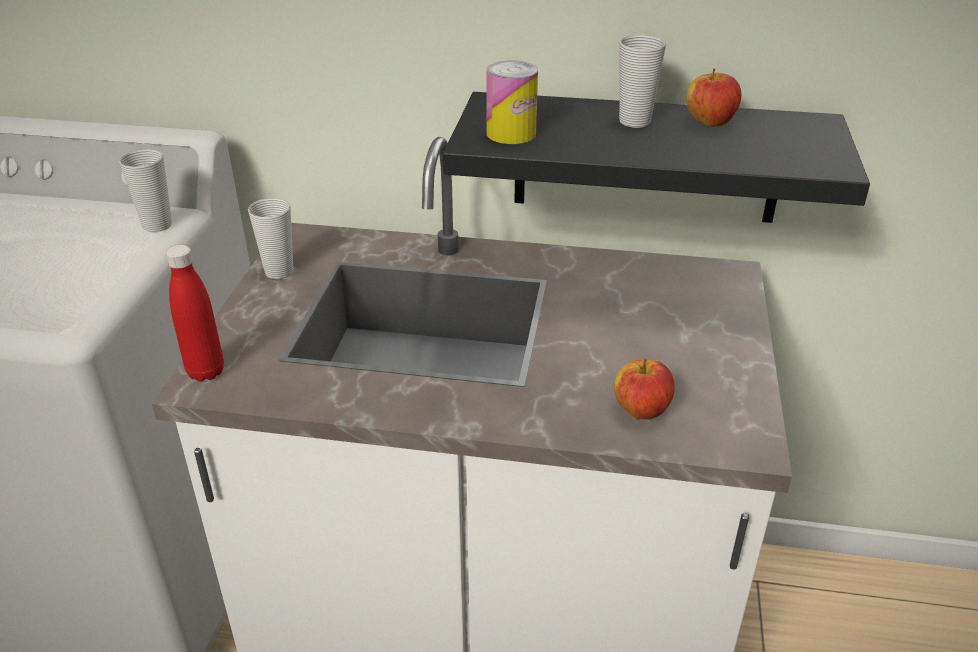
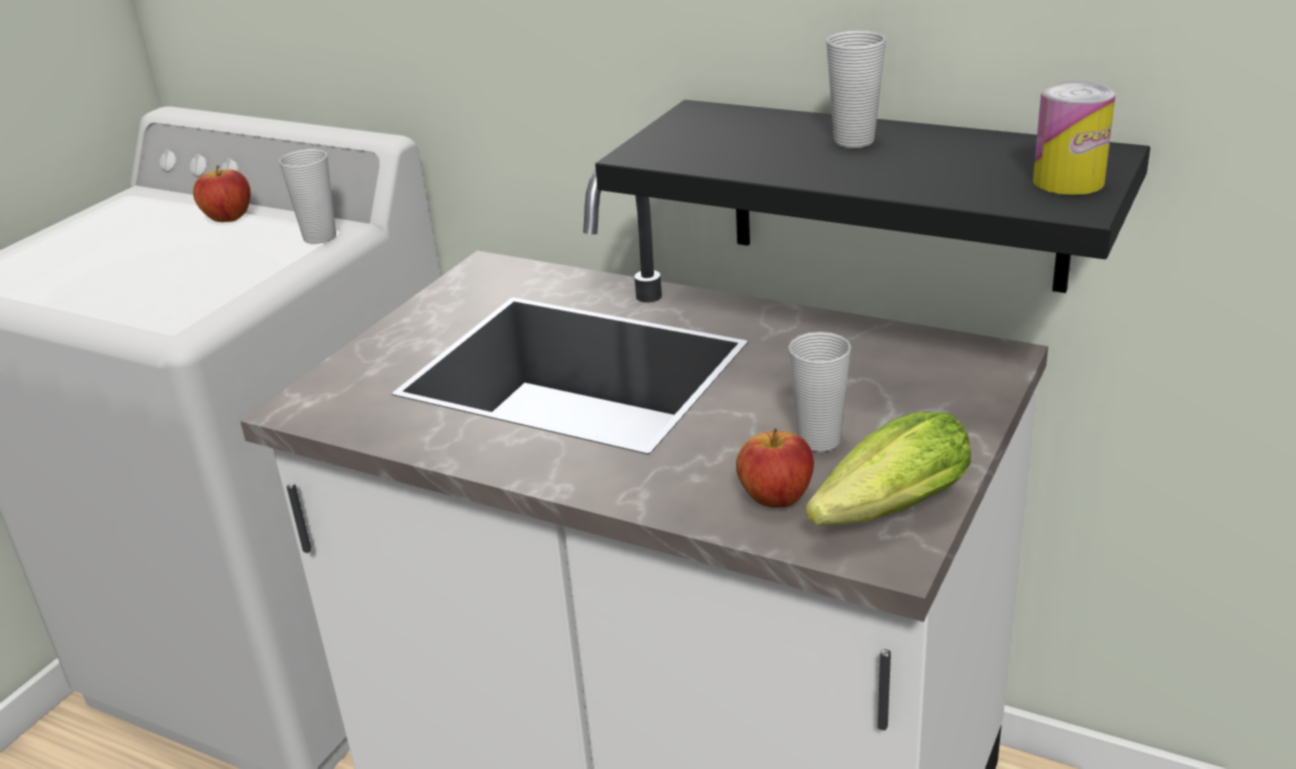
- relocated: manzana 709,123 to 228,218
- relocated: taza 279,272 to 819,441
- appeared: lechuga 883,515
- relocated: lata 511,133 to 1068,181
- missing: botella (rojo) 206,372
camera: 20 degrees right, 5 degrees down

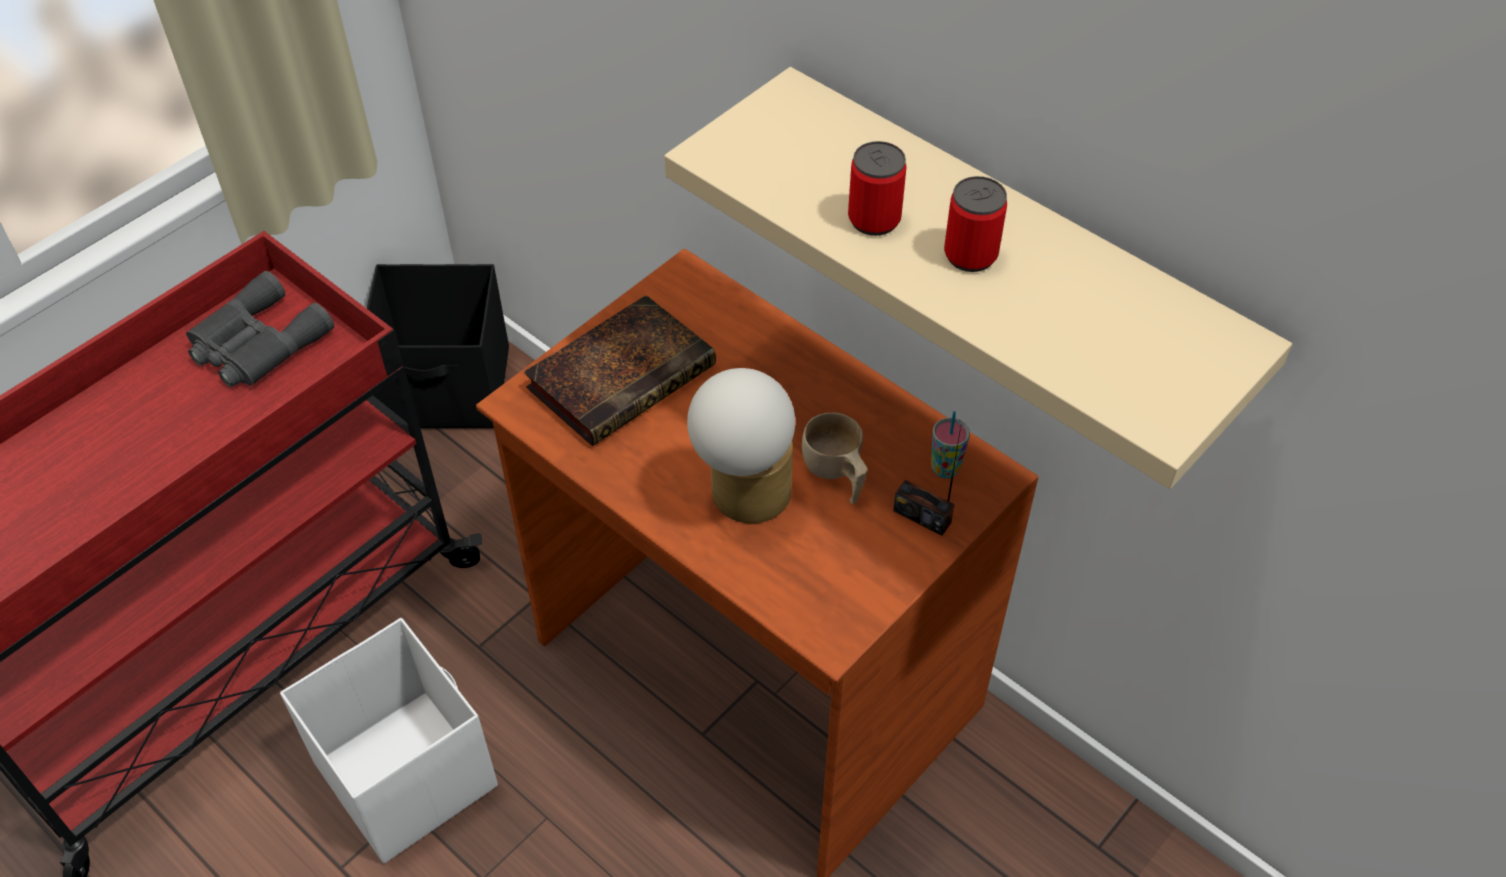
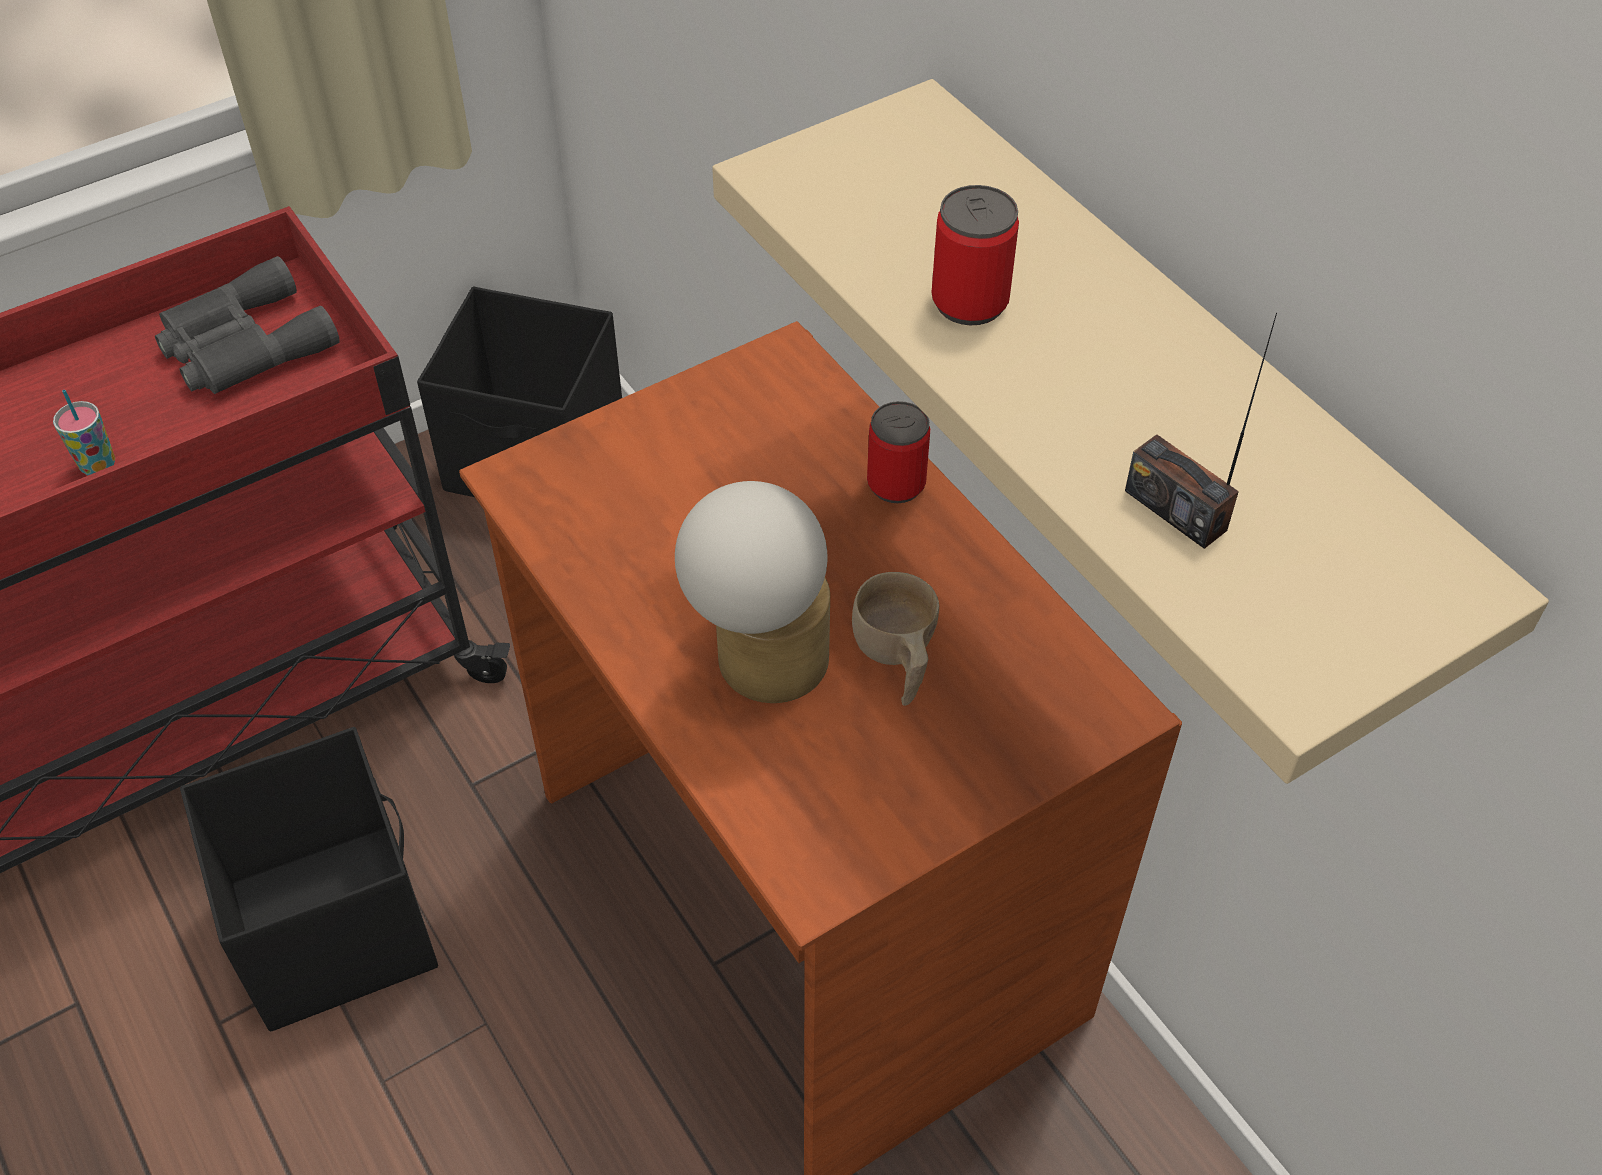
- relocated: taza 945,468 to 99,466
- colour: caja de almacenaje (blanco) 406,773 to caja de almacenaje (negro) 334,923
- relocated: lata 970,255 to 896,484
- relocated: radio 922,516 to 1176,510
- missing: libro 624,374
camera: 15 degrees right, 0 degrees up

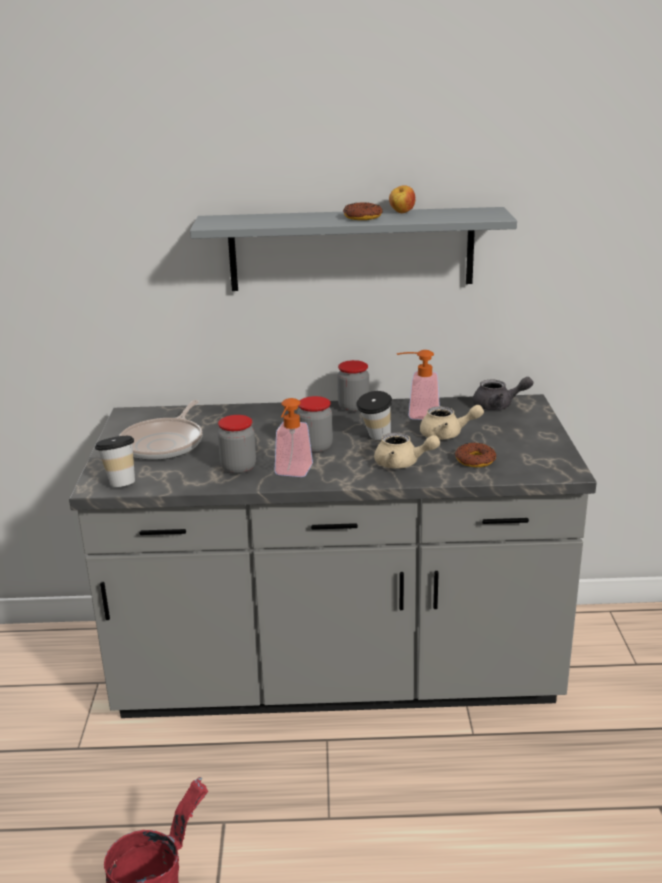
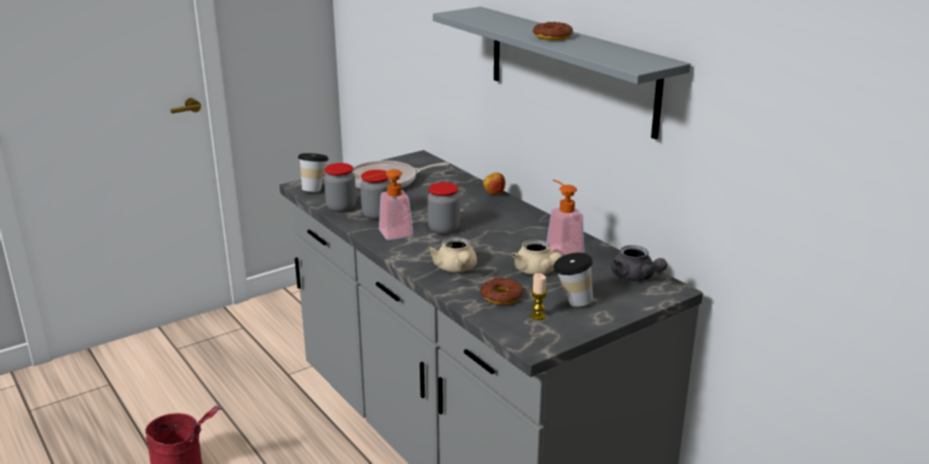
- relocated: tarro 353,407 to 341,208
- relocated: manzana 401,213 to 494,194
- appeared: vela 538,316
- relocated: taza 375,438 to 572,302
camera: 55 degrees right, 0 degrees up

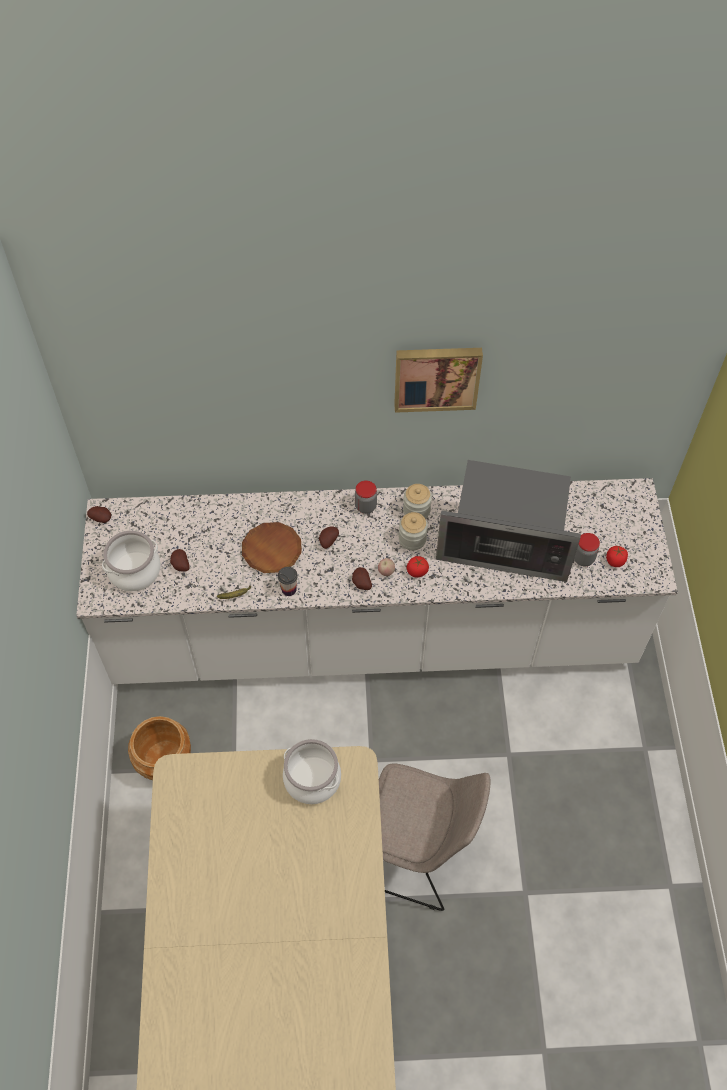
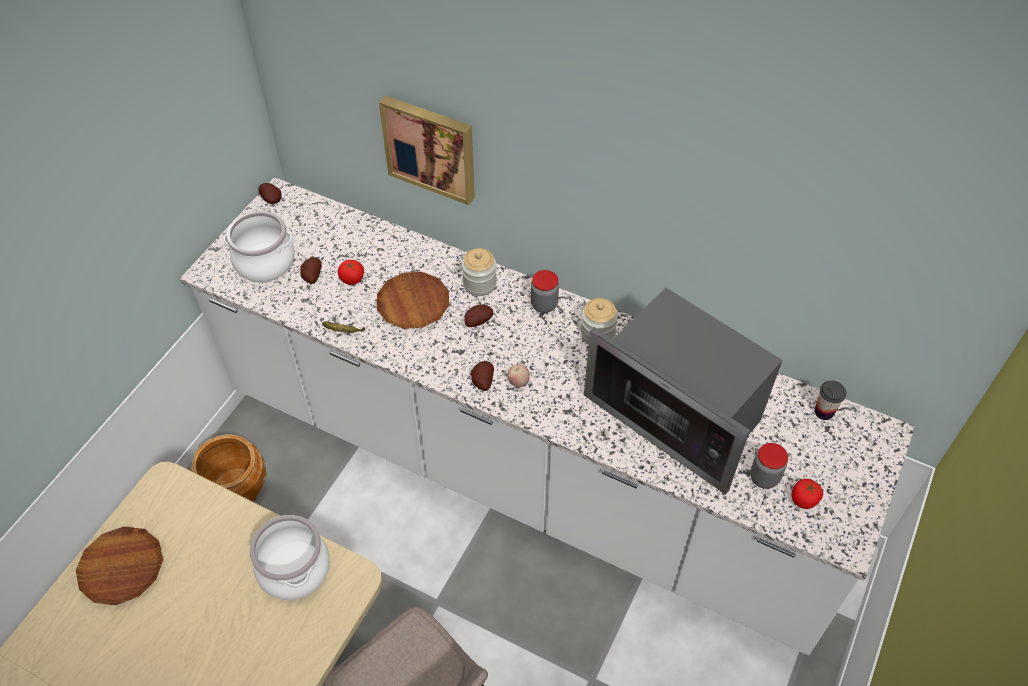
- appeared: plato (marrón) 122,568
- relocated: tomate 417,571 to 352,279
- relocated: cuadro 436,376 to 431,147
- relocated: tarro 412,539 to 479,284
- relocated: taza 289,589 to 824,412
camera: 30 degrees right, 5 degrees down

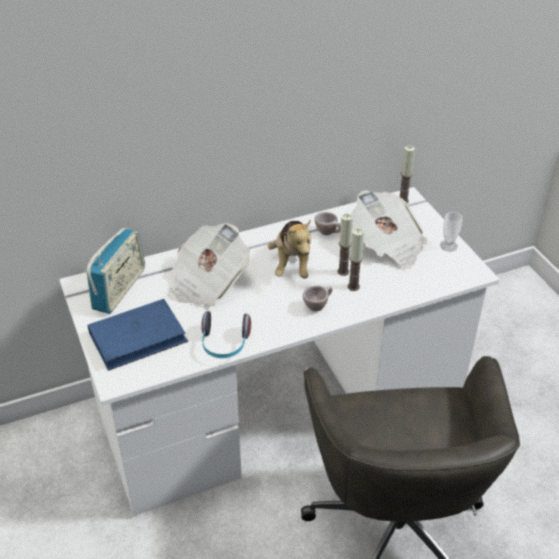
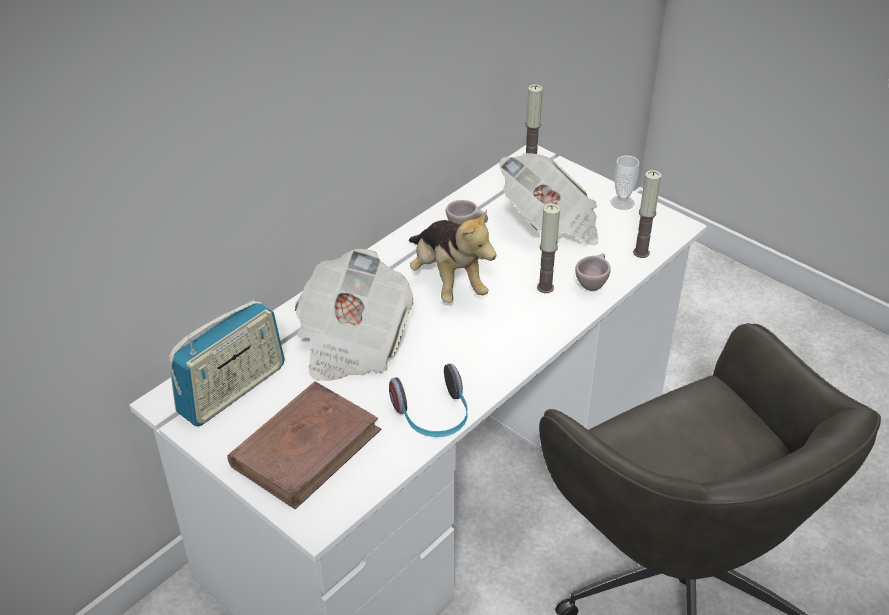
- spun: radio 119,289 = 232,390 45 degrees clockwise
- colour: libro (azul) 138,337 to libro (marrón) 306,448
- relocated: taza (beis) 318,306 to 592,284
- relocated: vela 343,271 to 641,252
camera: 25 degrees left, 0 degrees up

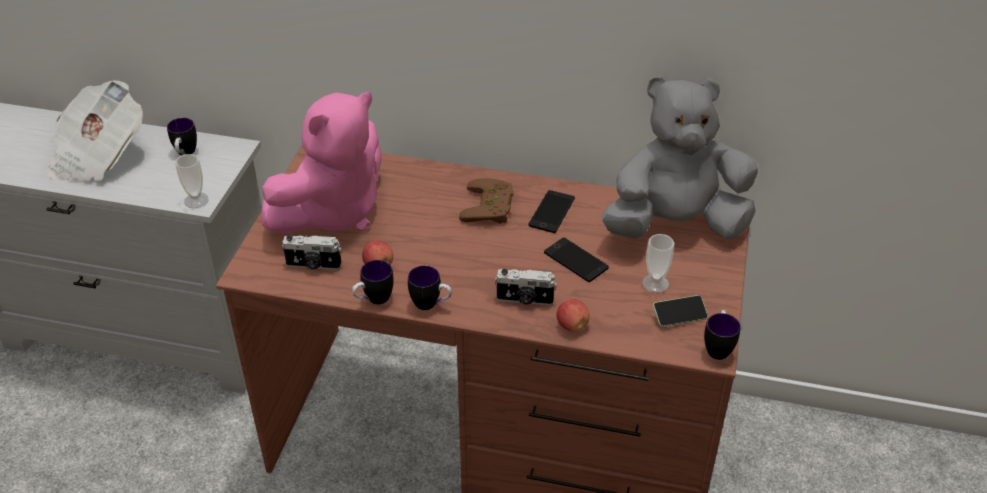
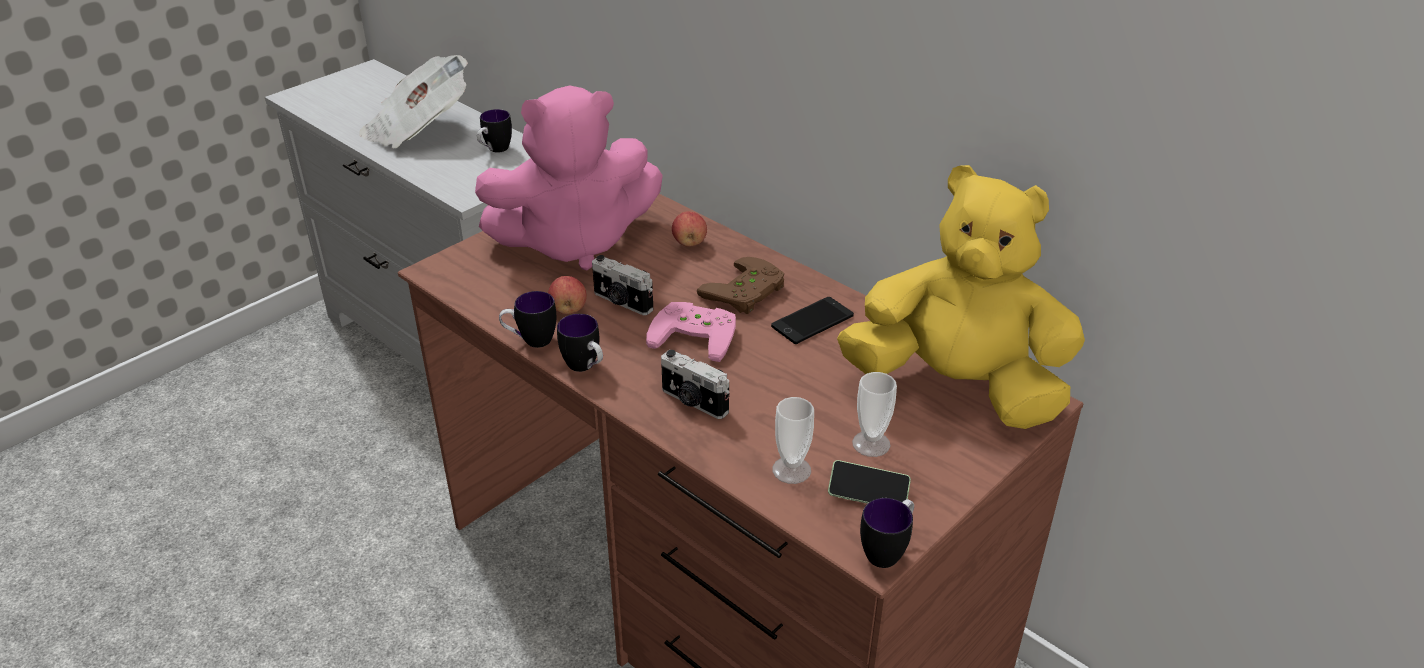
- relocated: cámara 313,265 to 622,302
- appeared: mando de consola (rosa) 696,334
- relocated: manzana 572,325 to 689,243
- relocated: taza 196,200 to 791,470
- colour: peluche (gris) 675,225 to peluche (amarillo) 957,387
- missing: móvil 576,260
camera: 30 degrees right, 5 degrees down

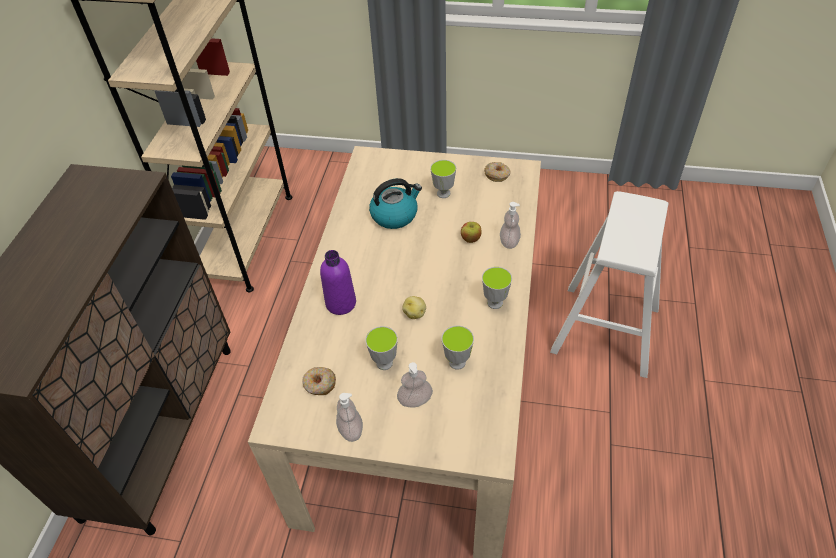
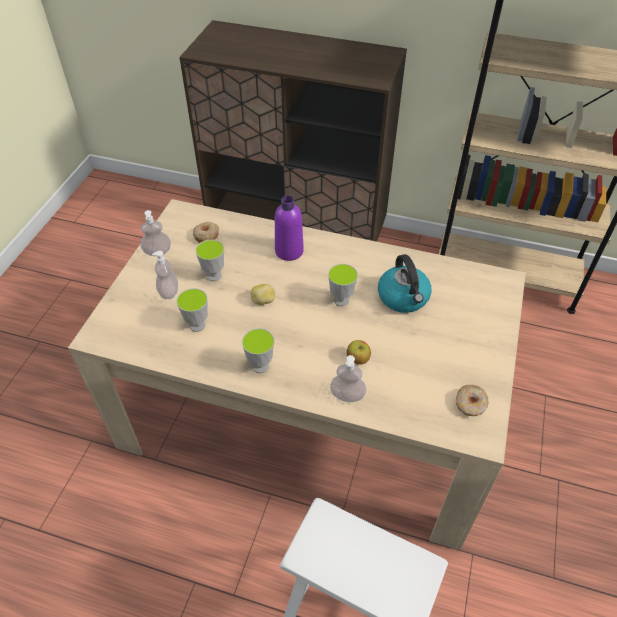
- relocated: taza 443,193 to 341,300
camera: 95 degrees right, 0 degrees up

